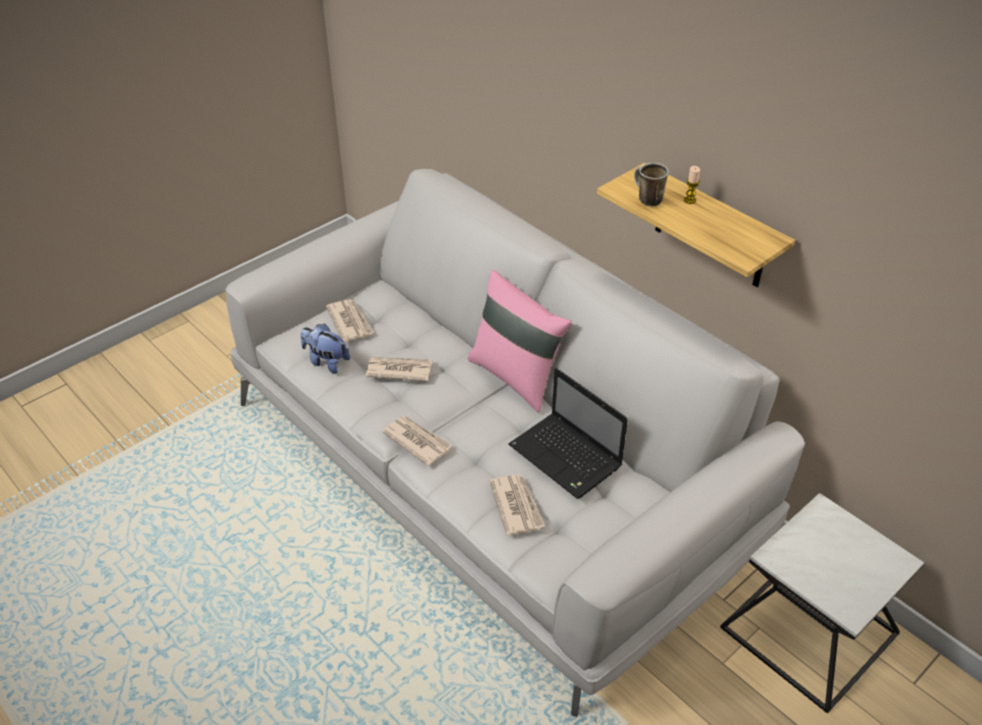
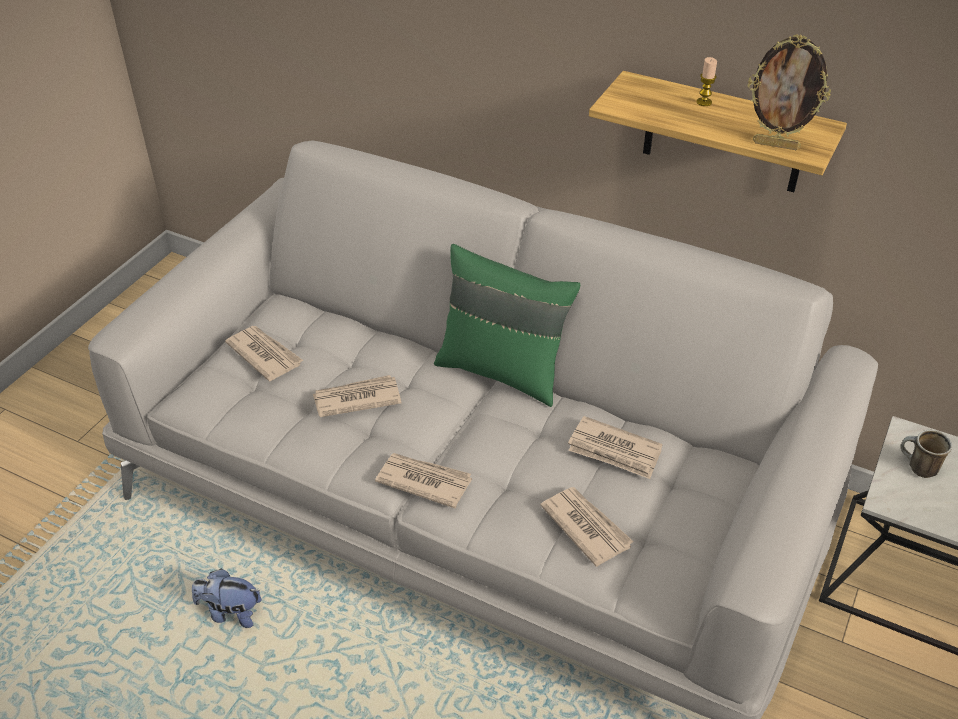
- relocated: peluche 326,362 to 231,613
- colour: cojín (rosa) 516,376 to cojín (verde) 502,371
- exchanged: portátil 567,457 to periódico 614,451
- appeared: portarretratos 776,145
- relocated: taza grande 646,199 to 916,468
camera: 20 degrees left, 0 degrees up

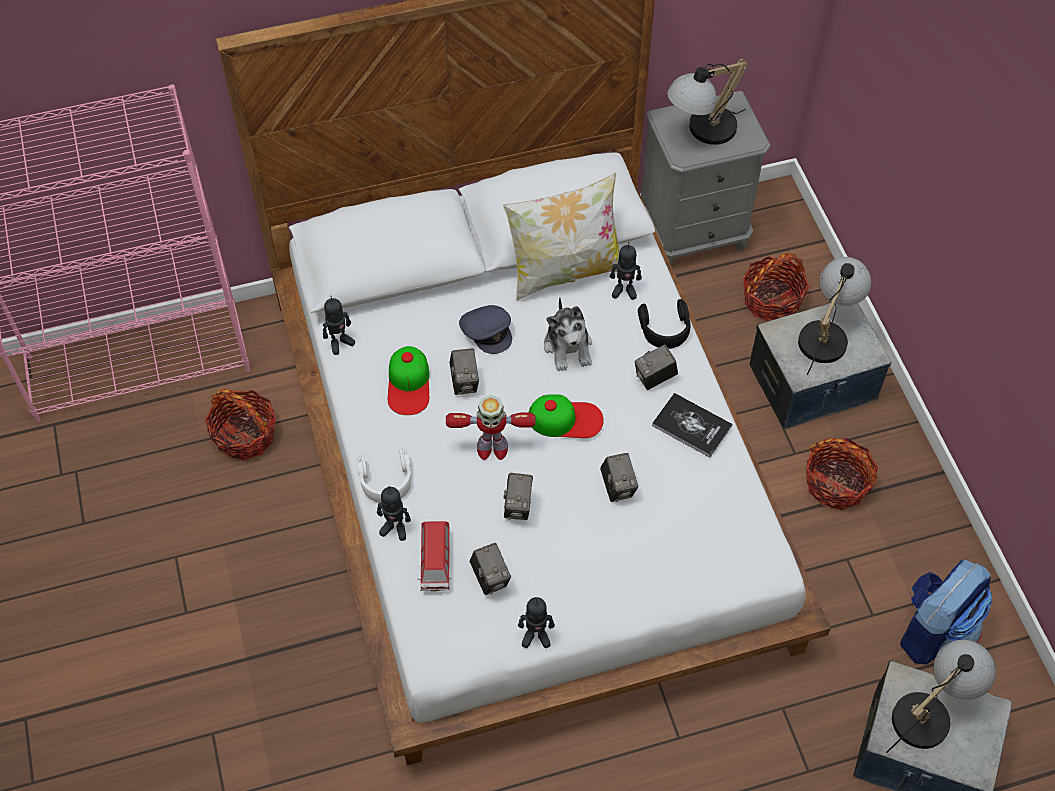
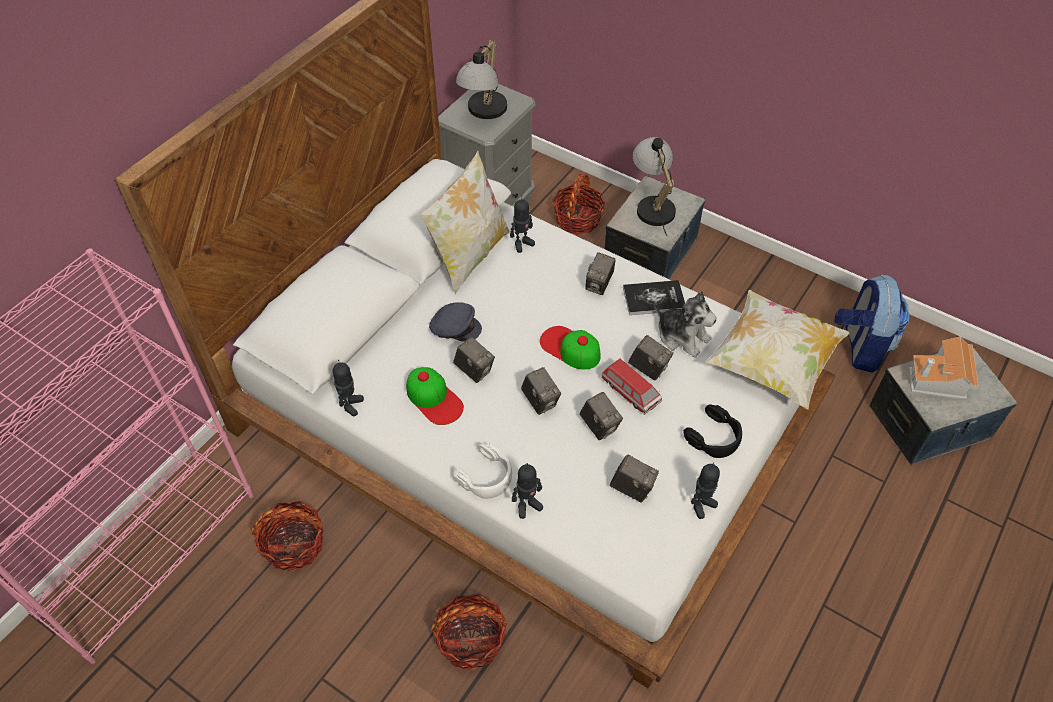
- relocated: cesta 836,484 to 471,640
- exchanged: robot de juguete 491,448 to cámara 540,401
- spun: gorra 565,419 = 570,348 105 degrees counterclockwise
- relocated: coche de juguete 435,561 to 630,392
- relocated: peluche 568,346 to 682,336
- relocated: auriculares (negro) 665,328 to 714,437
- appeared: cojín 771,364
- exchanged: lámpara de mesa 931,711 to casita 938,380
camera: 40 degrees left, 5 degrees down

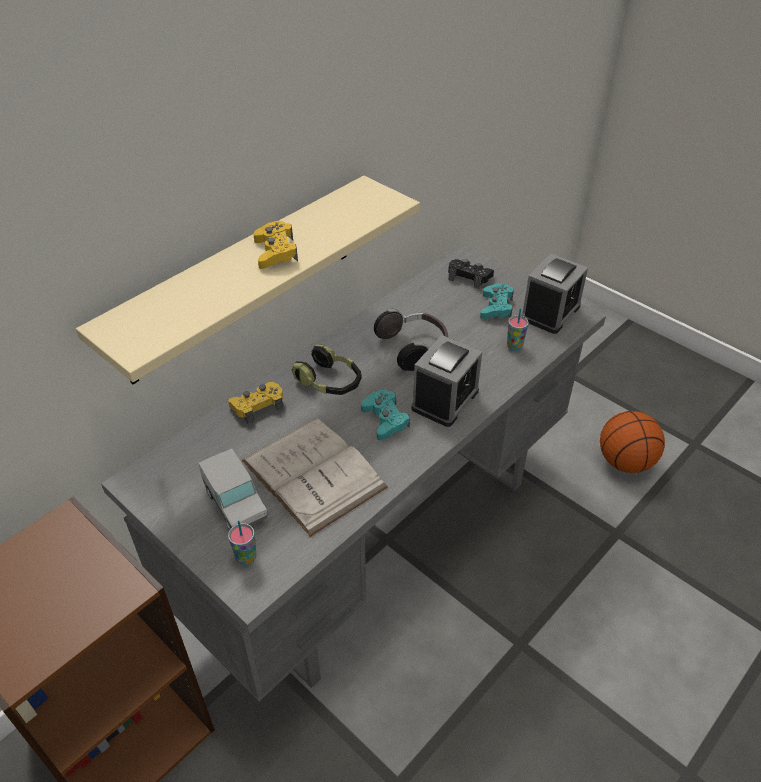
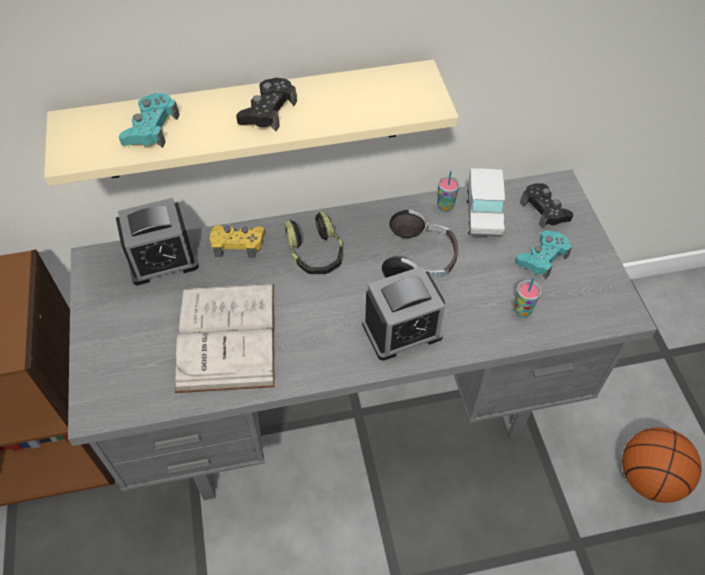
- relocated: despertador 550,312 to 162,259
- relocated: mando de consola (turquesa) 385,419 to 151,128
- colour: mando de consola (amarillo) 276,252 to mando de consola (negro) 268,111
- relocated: taza 246,558 to 445,206
- relocated: camión de juguete 235,504 to 483,216
camera: 35 degrees right, 10 degrees up

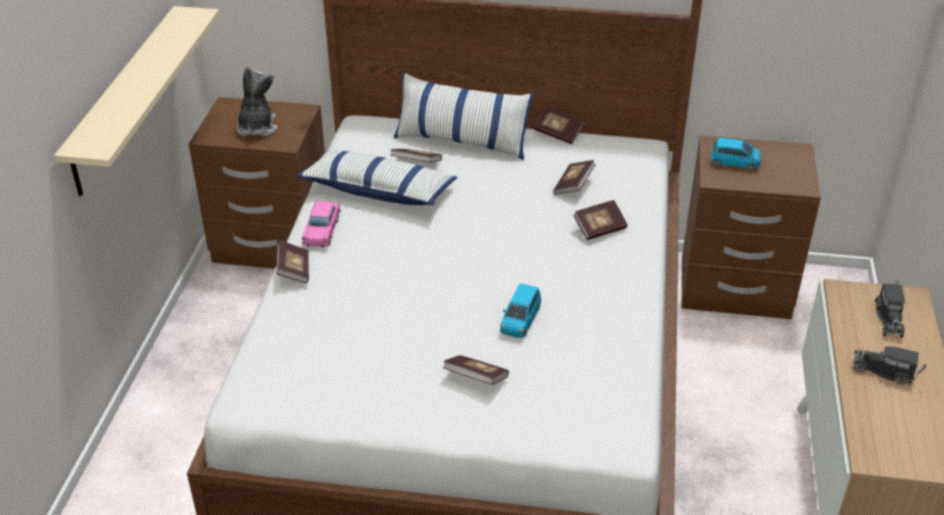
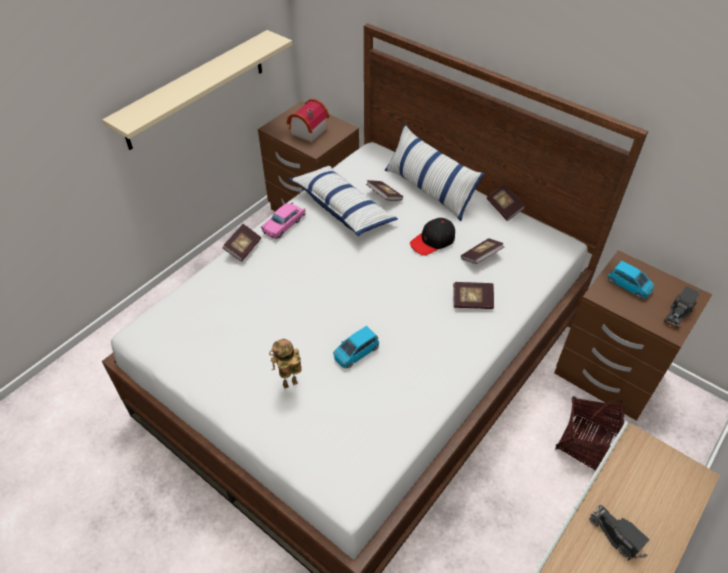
- exchanged: libro 475,378 to robot de juguete 289,386
- exchanged: peluche 257,128 to casita 306,131
- appeared: gorra (negro) 433,241
- appeared: cesta 587,444
- relocated: camión de juguete 889,318 to 678,312
camera: 30 degrees right, 10 degrees up

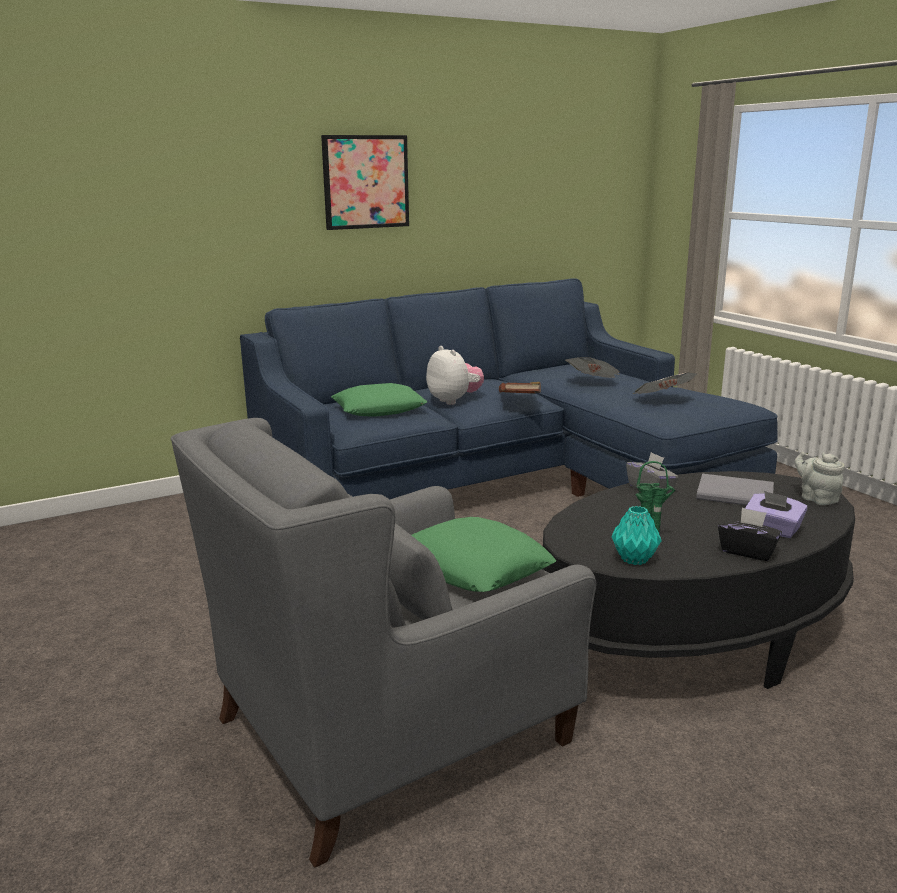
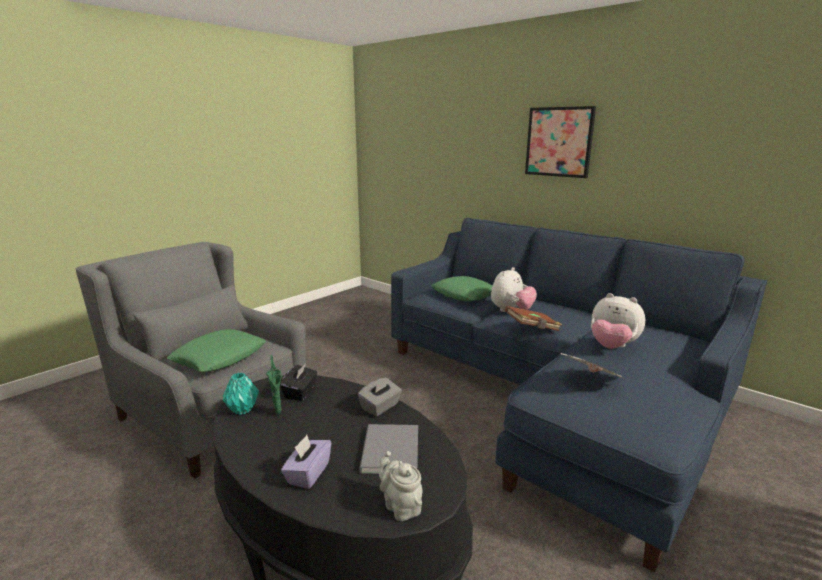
- relocated: caja de pañuelos (negro) 747,551 to 300,392
- spun: tetera (gris) 816,498 = 400,506 75 degrees counterclockwise
- exchanged: periódico 594,382 to peluche 612,346
camera: 70 degrees right, 0 degrees up

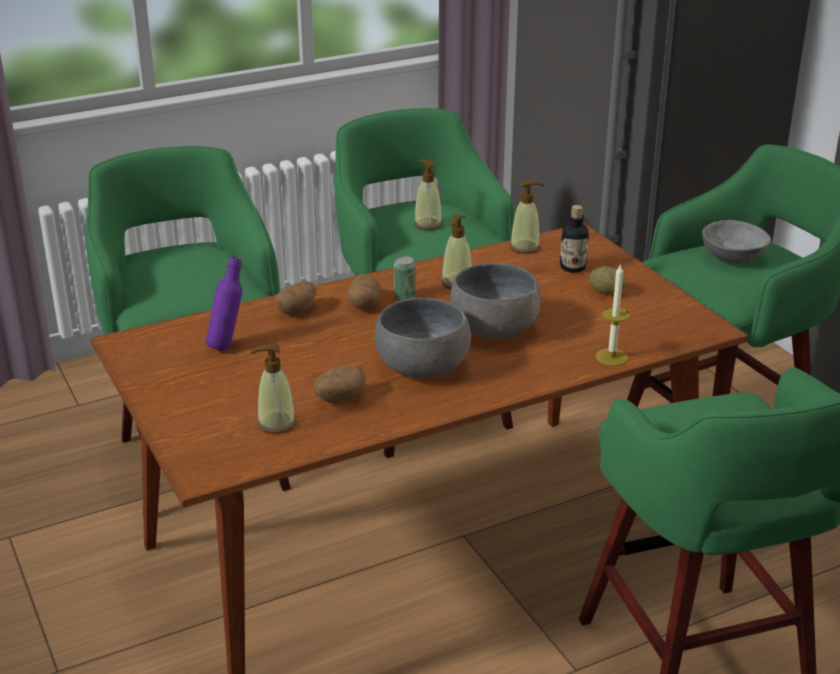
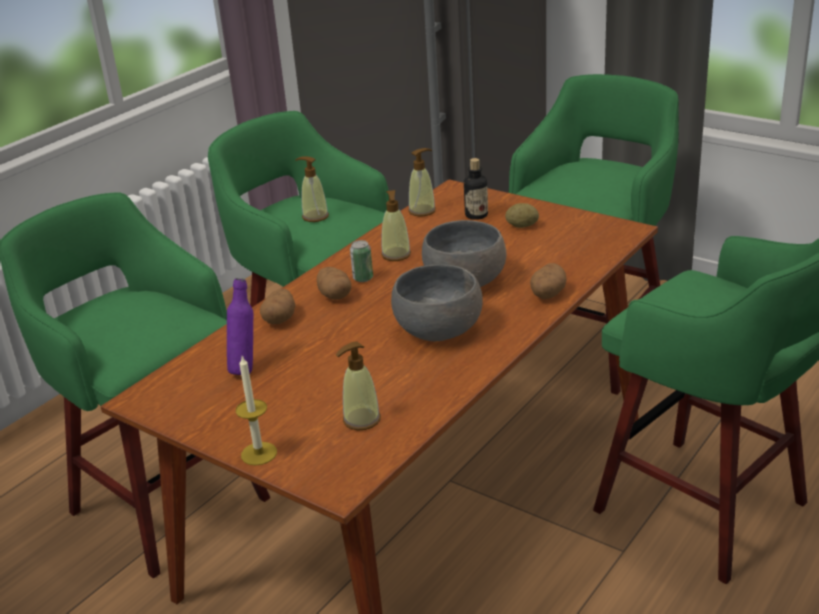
- relocated: vela 611,357 to 259,453
- relocated: patata 339,398 to 547,295
- missing: cuenco (gris) 732,257
camera: 25 degrees left, 0 degrees up

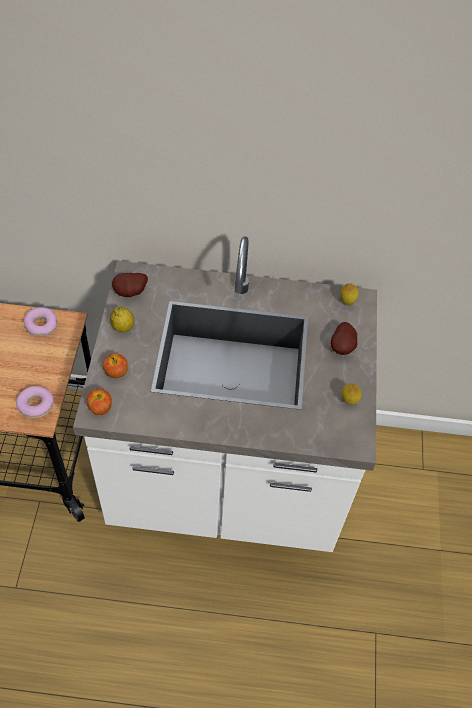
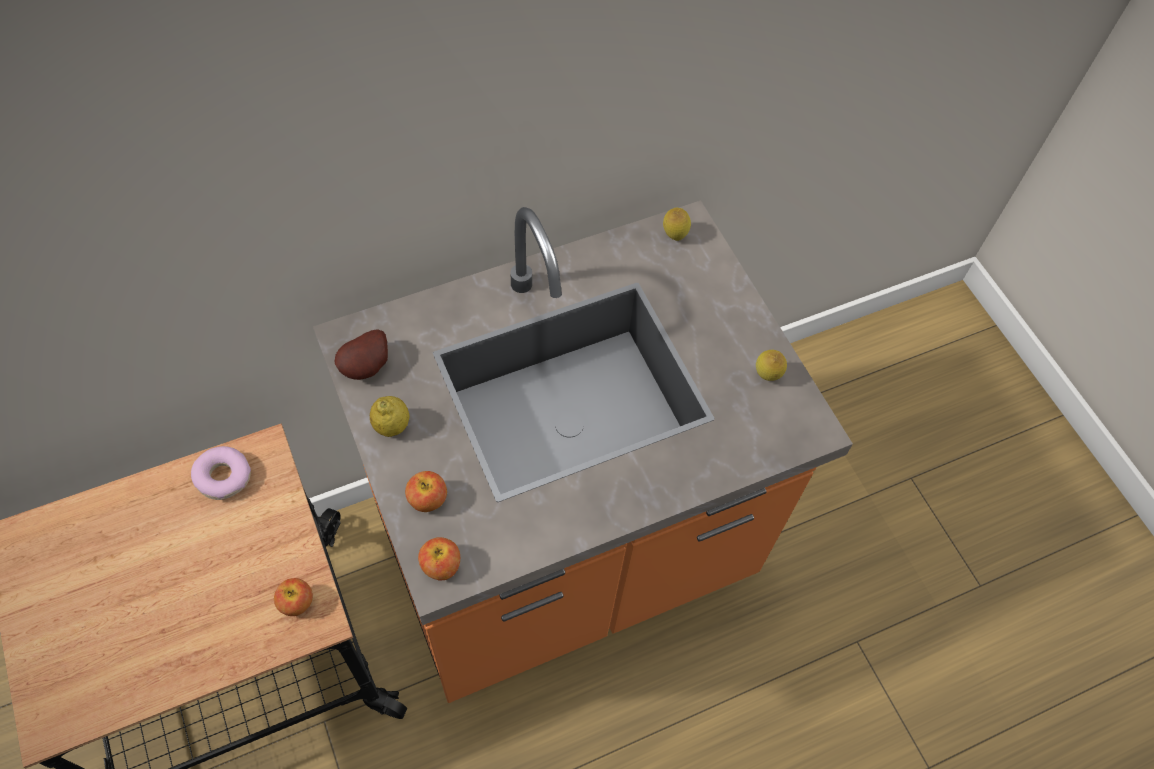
- exchanged: rosquilla 36,405 to manzana 297,603
- colour: mueble bajo de cocina (blanco) 226,483 to mueble bajo de cocina (naranja) 564,553
- missing: patata 343,347
camera: 30 degrees left, 5 degrees up

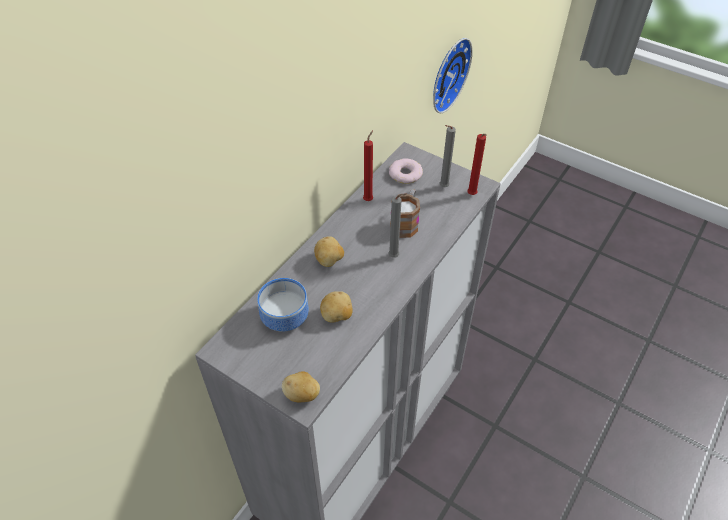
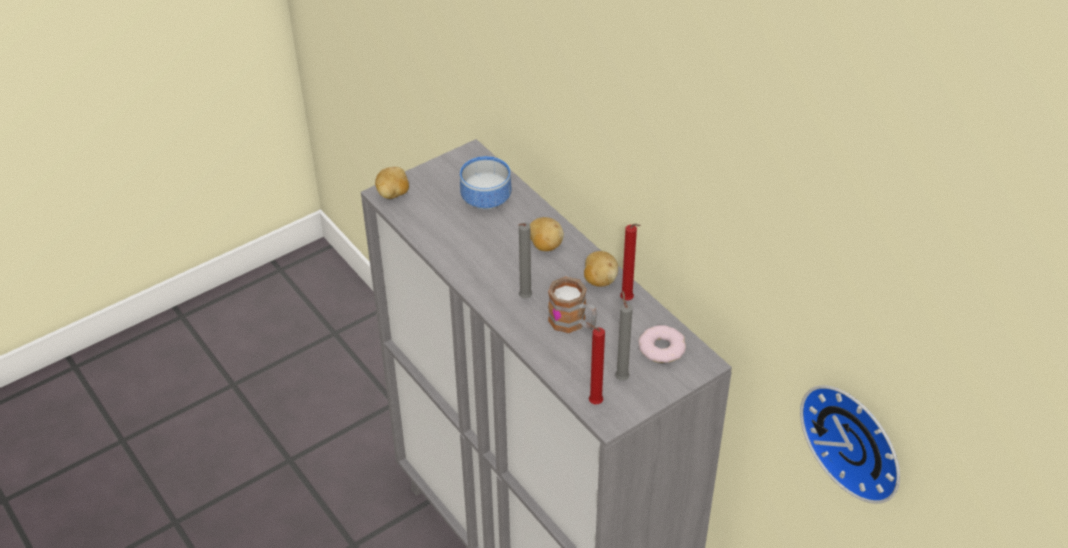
- relocated: patata 337,316 to 599,280
camera: 110 degrees right, 5 degrees down

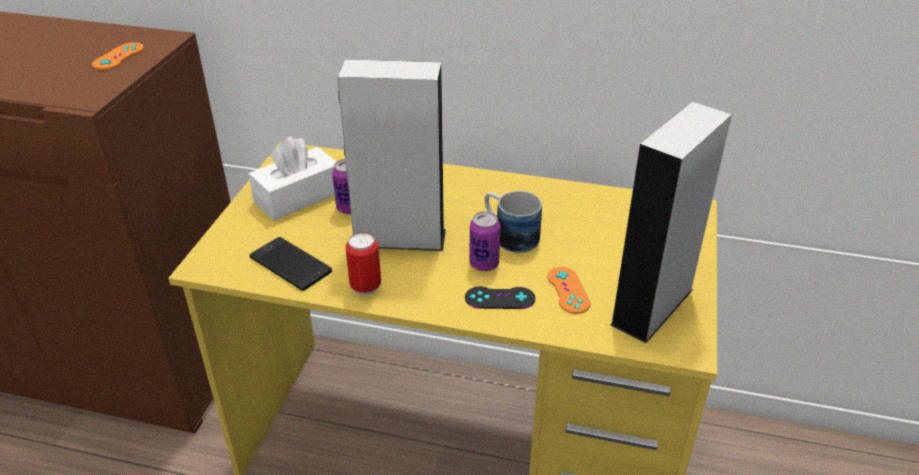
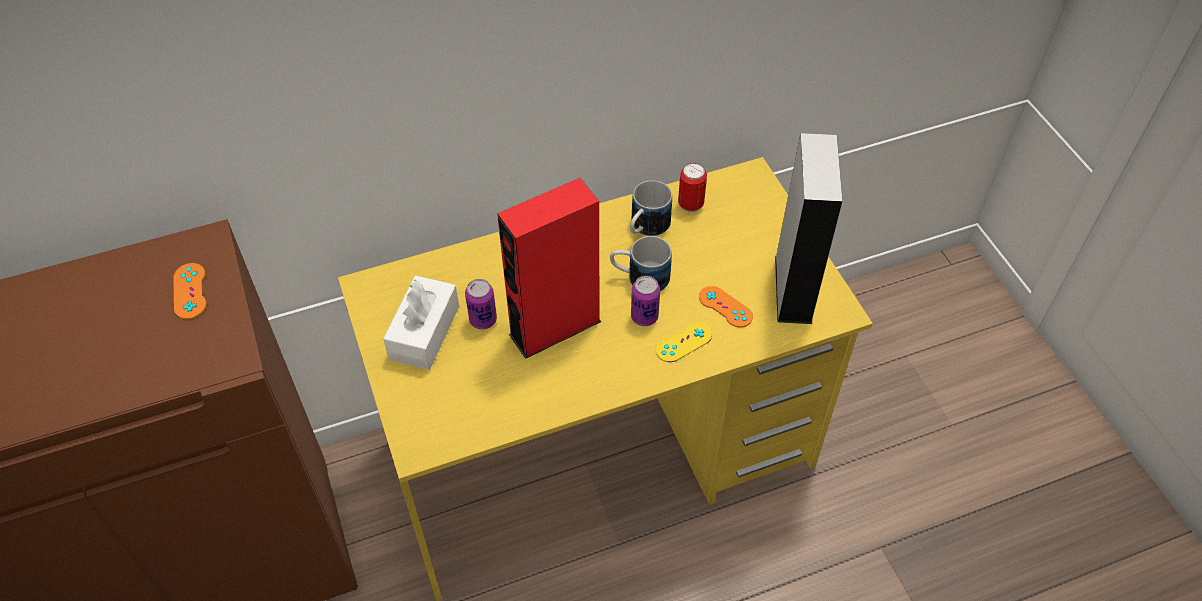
- colour: altavoz (gris) 399,238 to altavoz (rojo) 555,328
- appeared: taza grande 646,228
- colour: mando de consola (negro) 500,298 to mando de consola (amarillo) 683,342
- relocated: lata 365,287 to 690,205
- missing: móvil 290,264
camera: 35 degrees left, 15 degrees up

